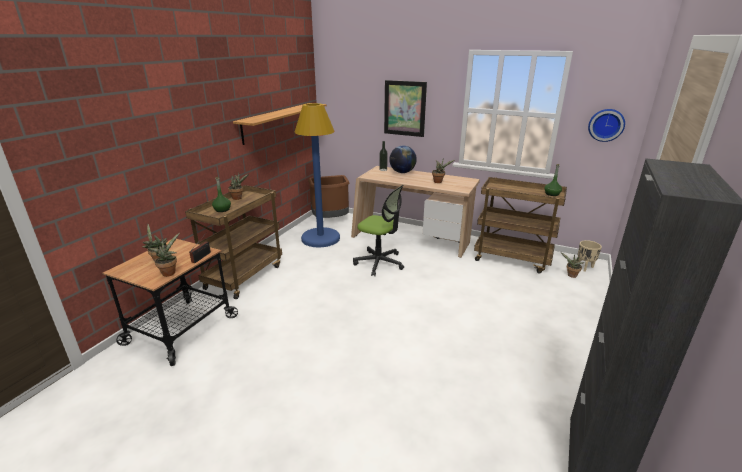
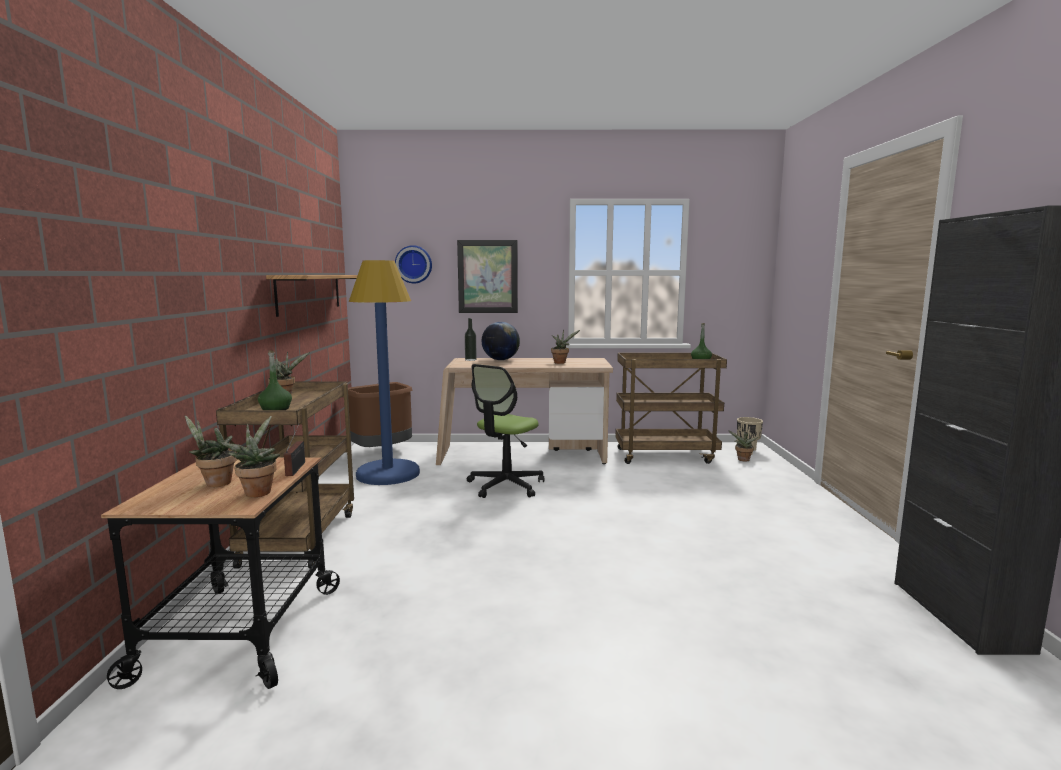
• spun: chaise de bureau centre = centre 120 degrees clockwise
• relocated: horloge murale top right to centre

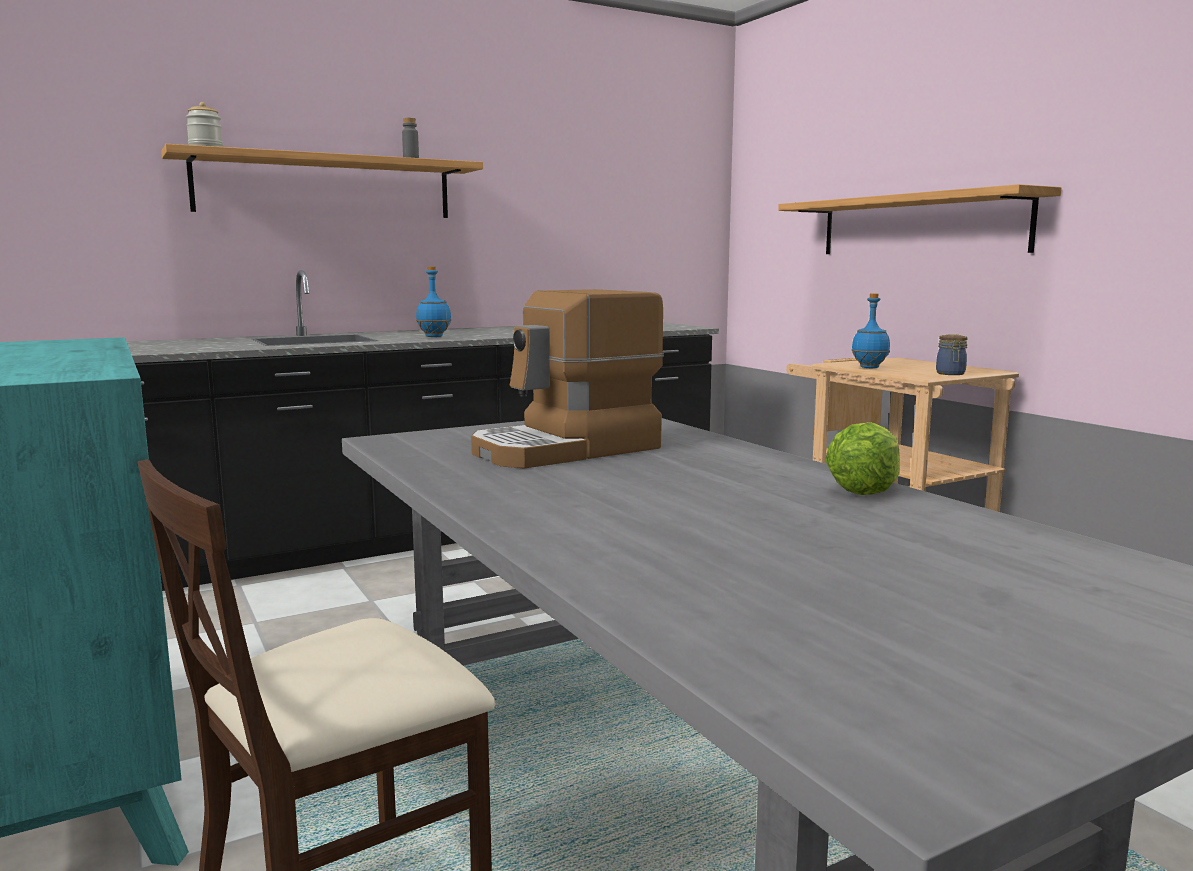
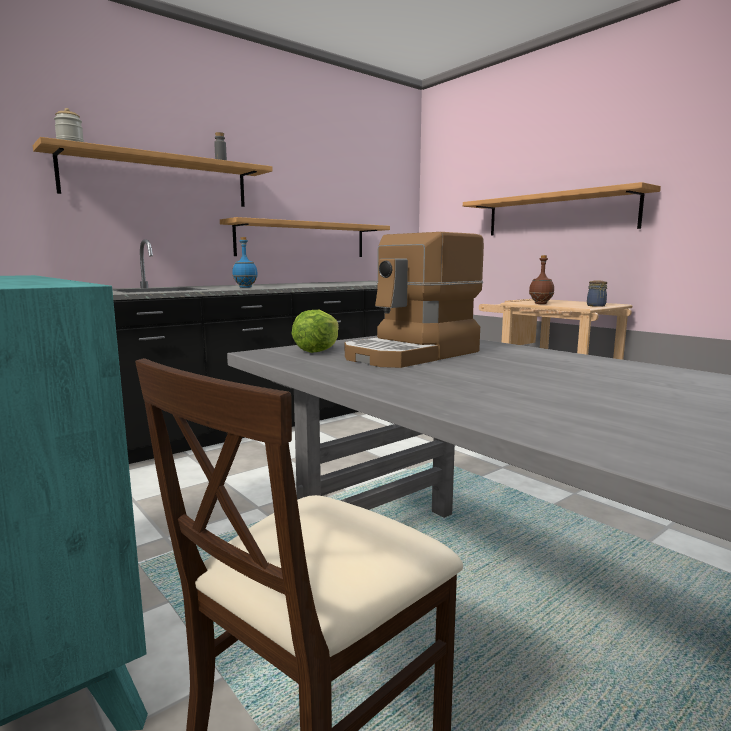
• relocated: laitue middle right to centre
• colour: bouteille/bleu (no. 2 from left) middle right to bouteille/marron middle right
• appeared: étagère (no. 2 from left) top centre

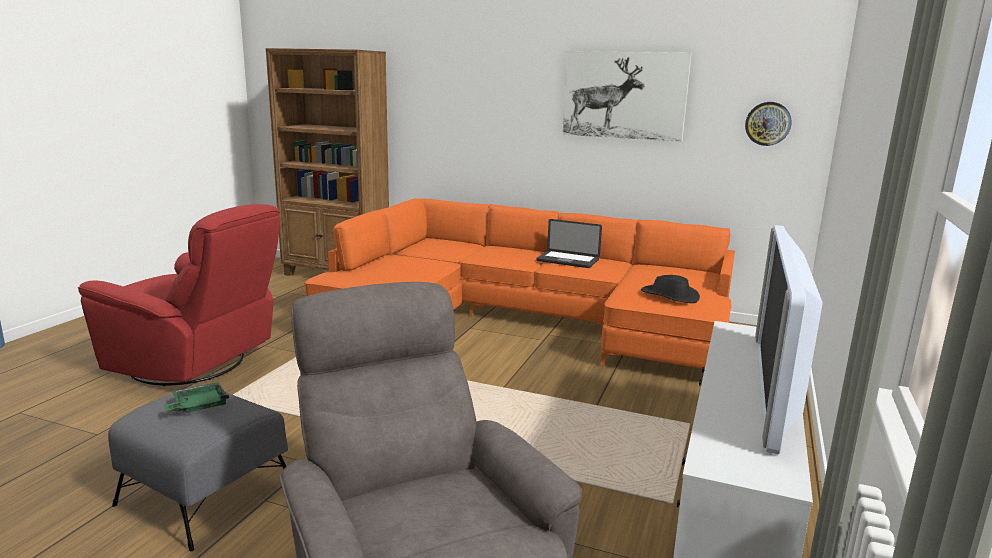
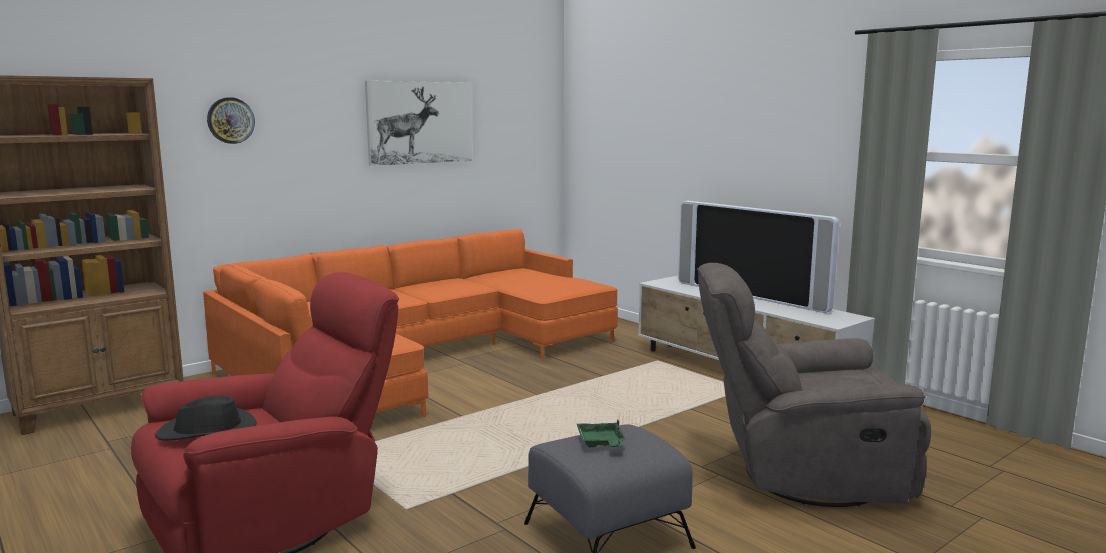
• missing: ordinateur portable centre
• relocated: chapeau/noir middle right to bottom left
• relocated: horloge murale top right to top left

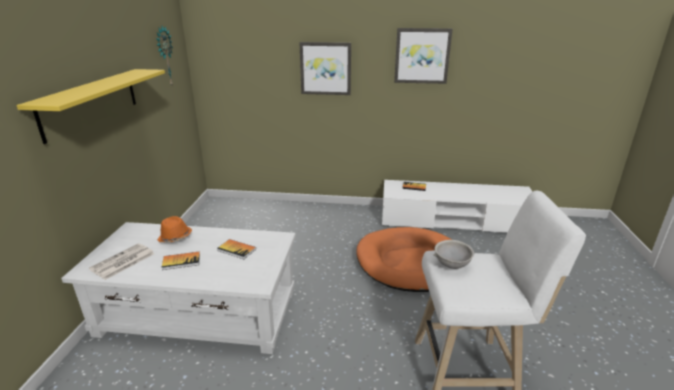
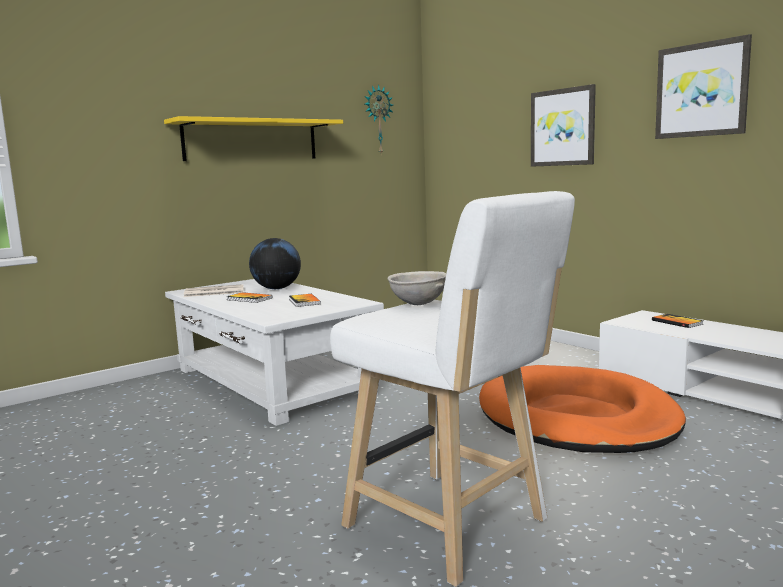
• exchanged: chapeau/orange middle left to globe centre

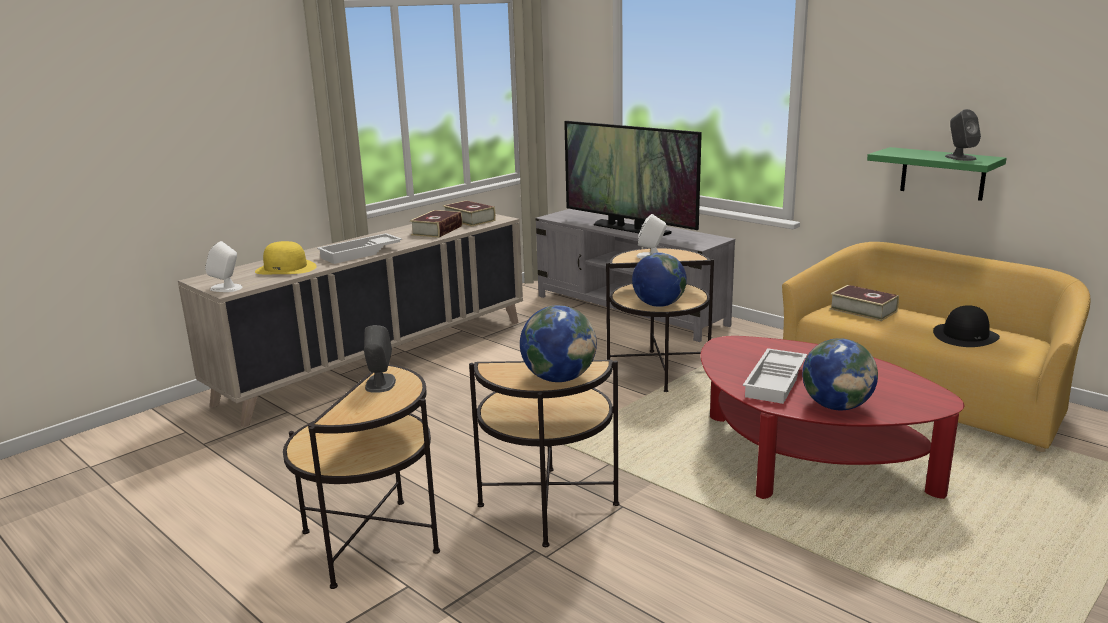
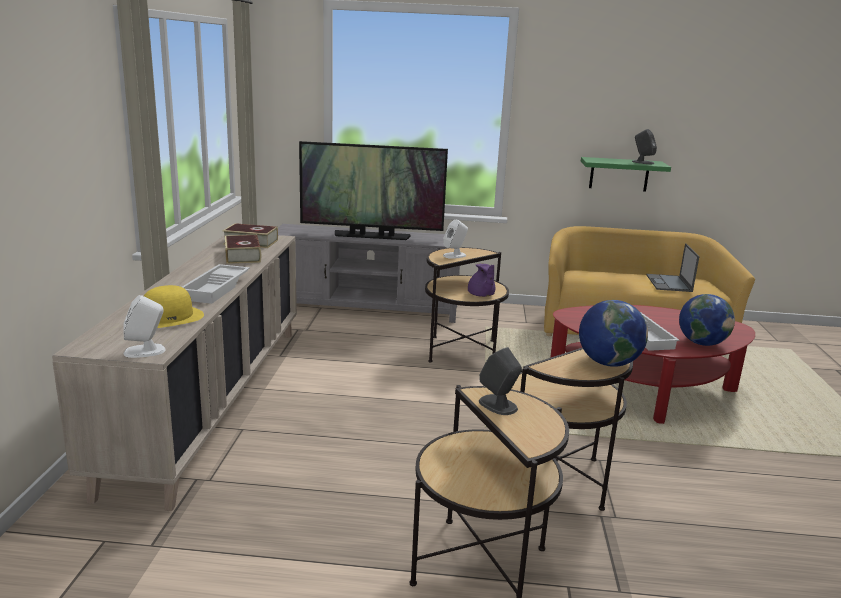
• exchanged: globe (no. 2 from left) centre to théière/violet centre
• missing: livre (no. 3 from left) middle right
• exchanged: chapeau/noir middle right to ordinateur portable middle right

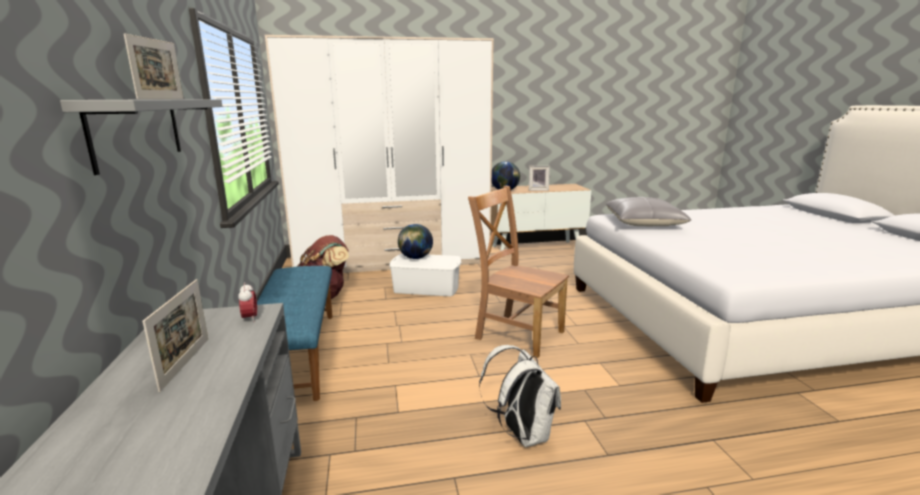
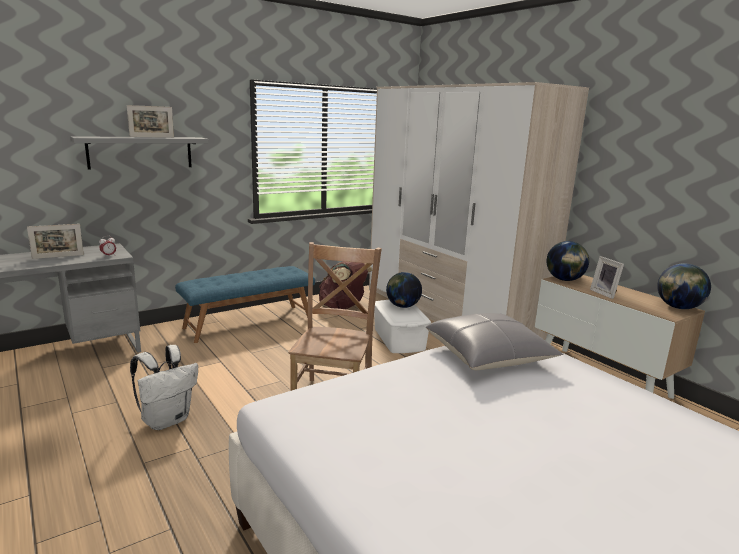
• appeared: globe (no. 3 from left) middle right

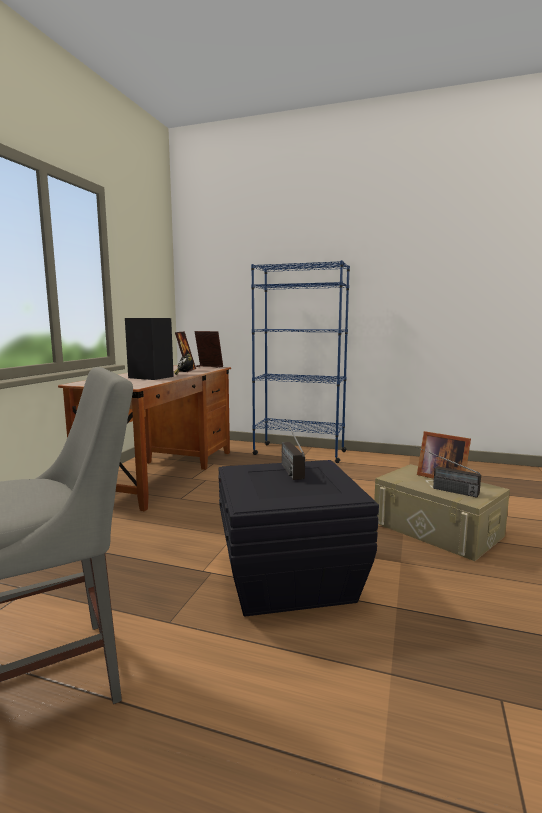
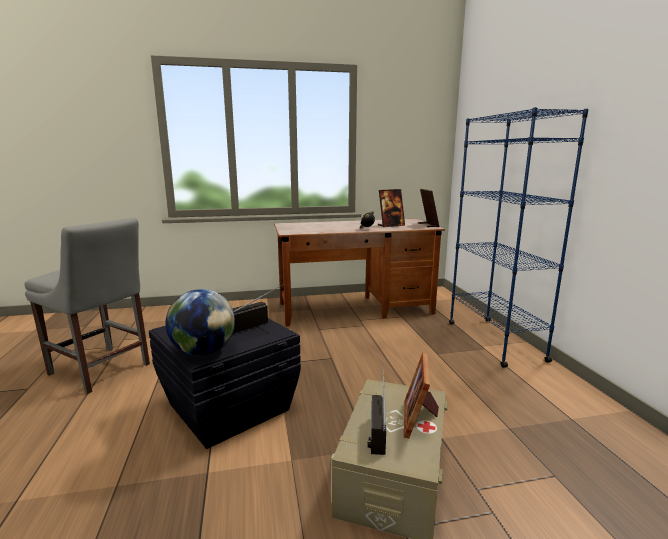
• missing: enceinte/noir middle left
• appeared: globe middle left

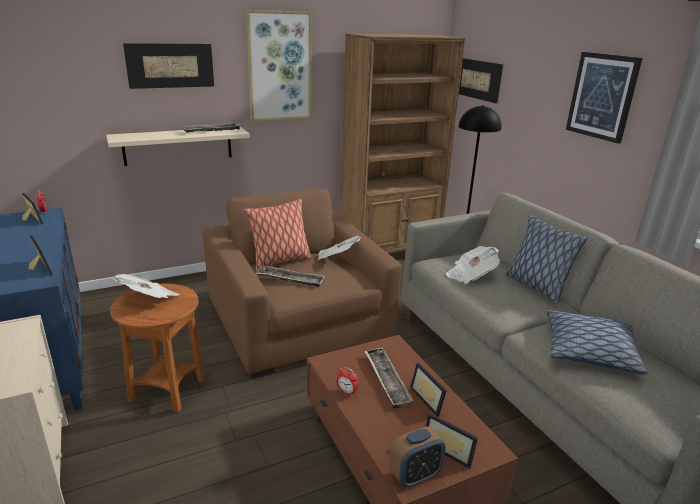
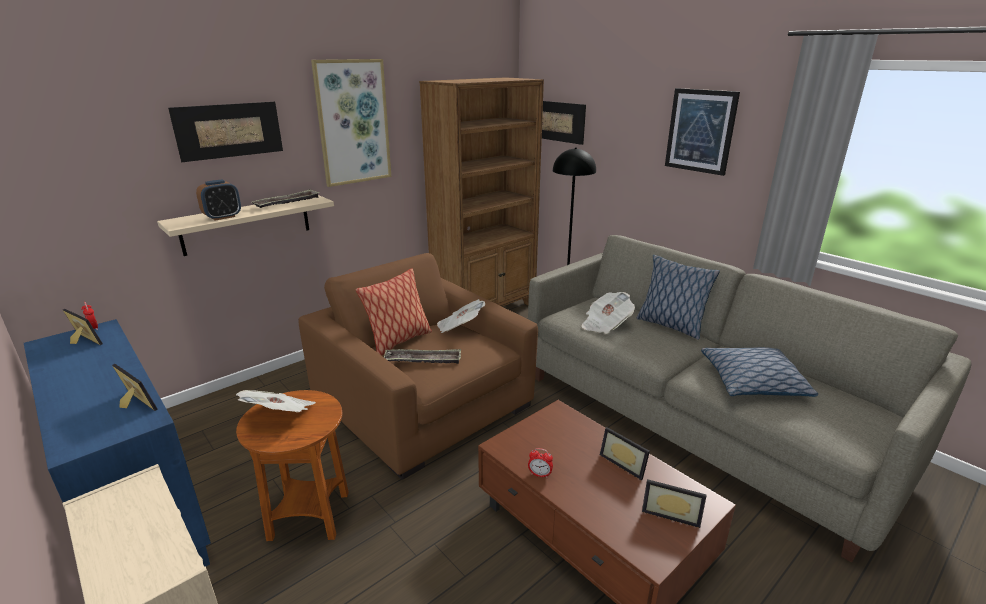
• missing: plateau (no. 3 from left) bottom centre
• relocated: réveil (no. 3 from left in the first image) bottom centre to réveil (no. 2 from left) top left

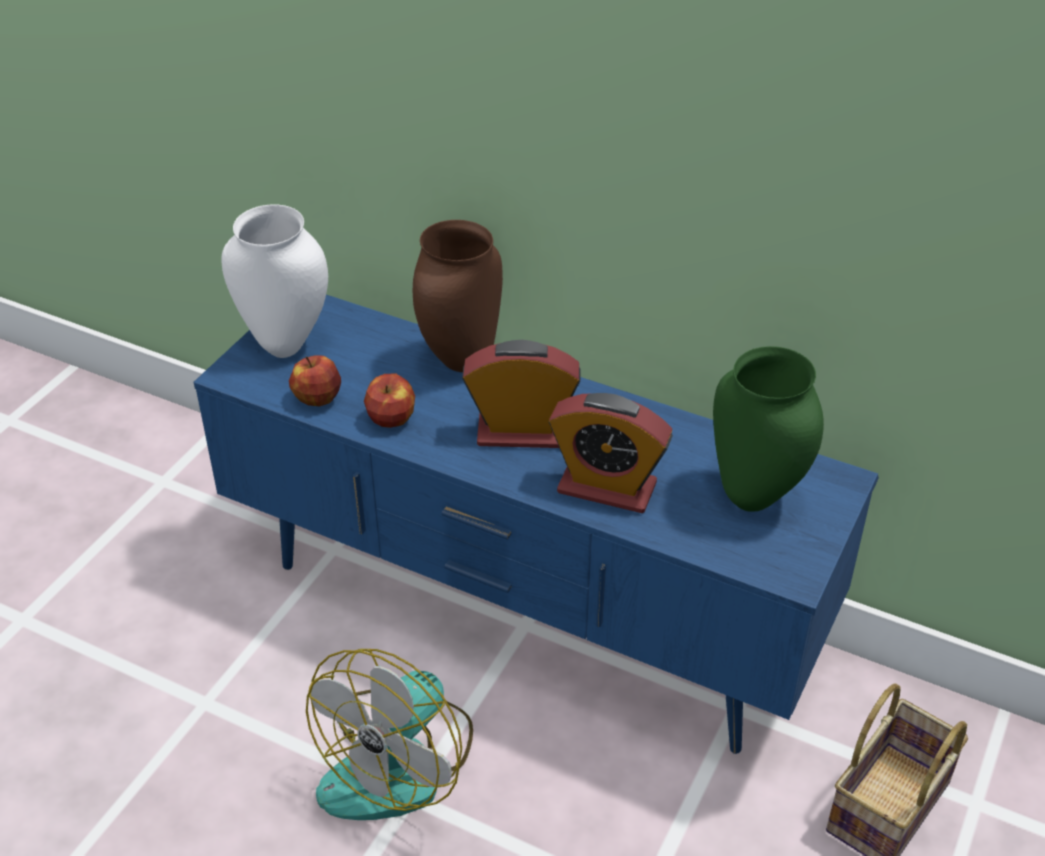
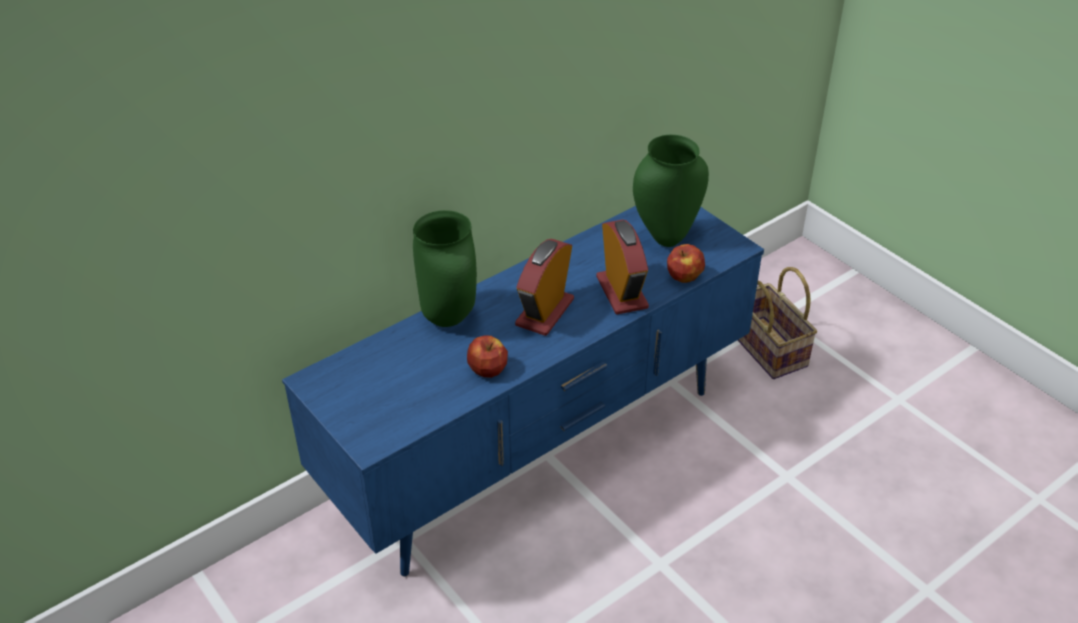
• missing: vase/blanc top left
• relocated: pomme (no. 1 from left in the first image) middle left to pomme (no. 2 from left) centre
• missing: ventilateur bottom centre
• colour: vase/marron centre to vase/vert (no. 1 from left) centre
• spun: réveil (no. 2 from left) centre = centre 60 degrees counterclockwise

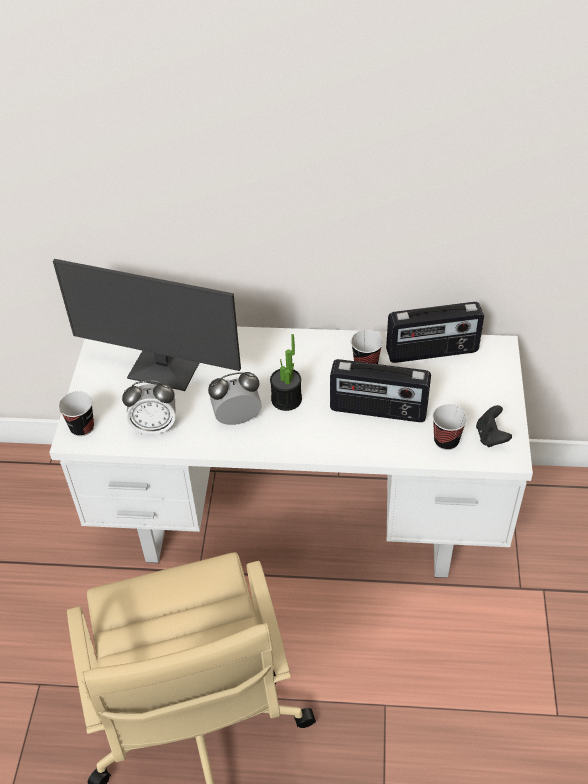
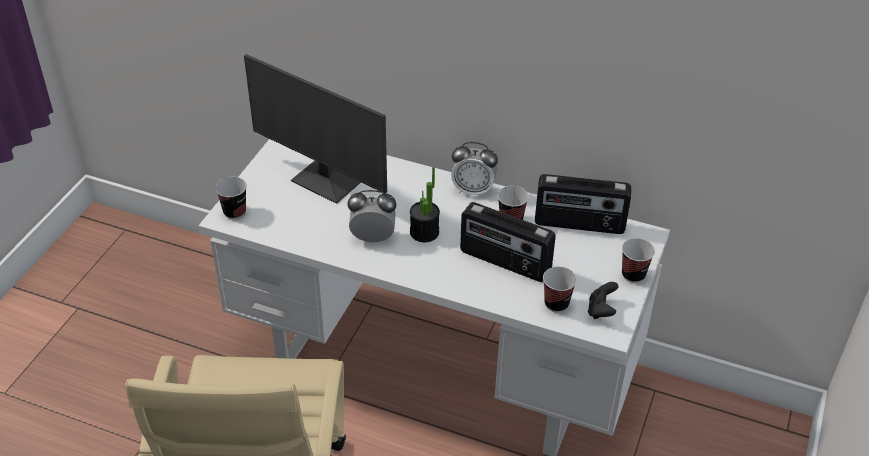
• relocated: réveil (no. 1 from left in the first image) middle left to réveil (no. 2 from left) centre
• appeared: tasse (no. 4 from left) middle right

